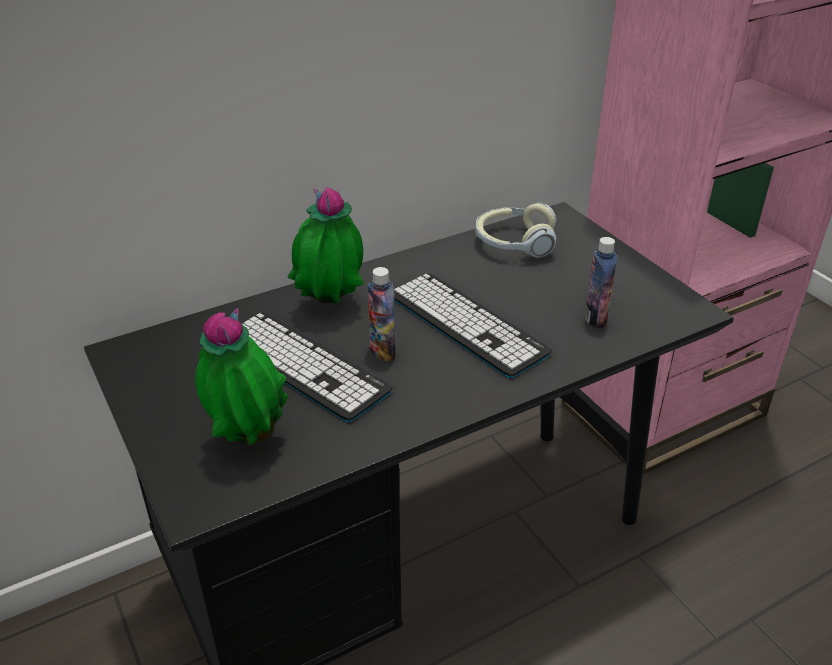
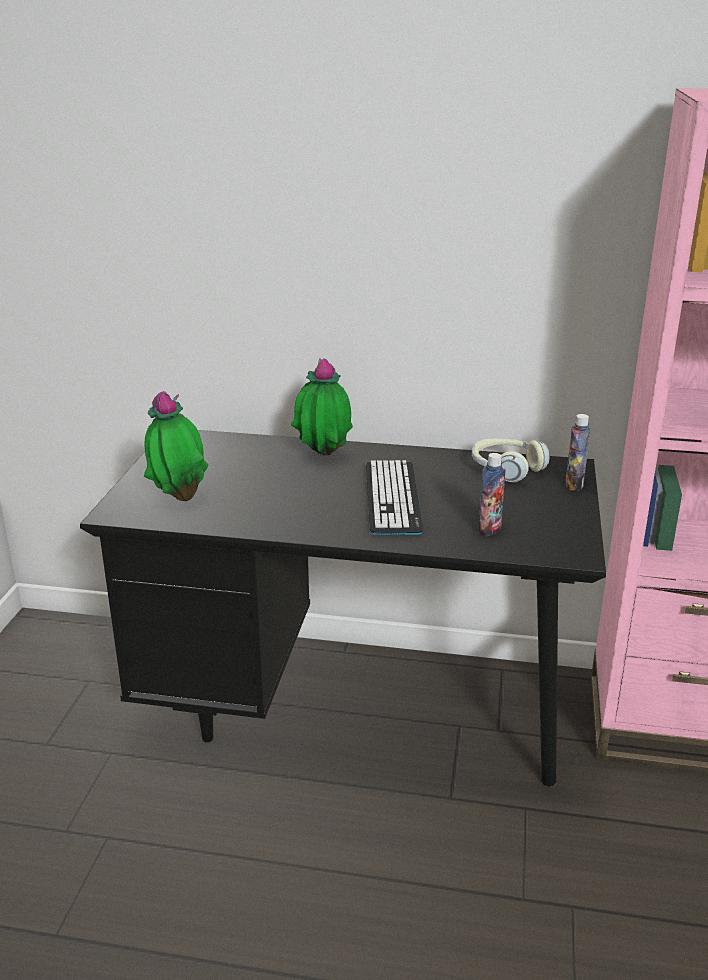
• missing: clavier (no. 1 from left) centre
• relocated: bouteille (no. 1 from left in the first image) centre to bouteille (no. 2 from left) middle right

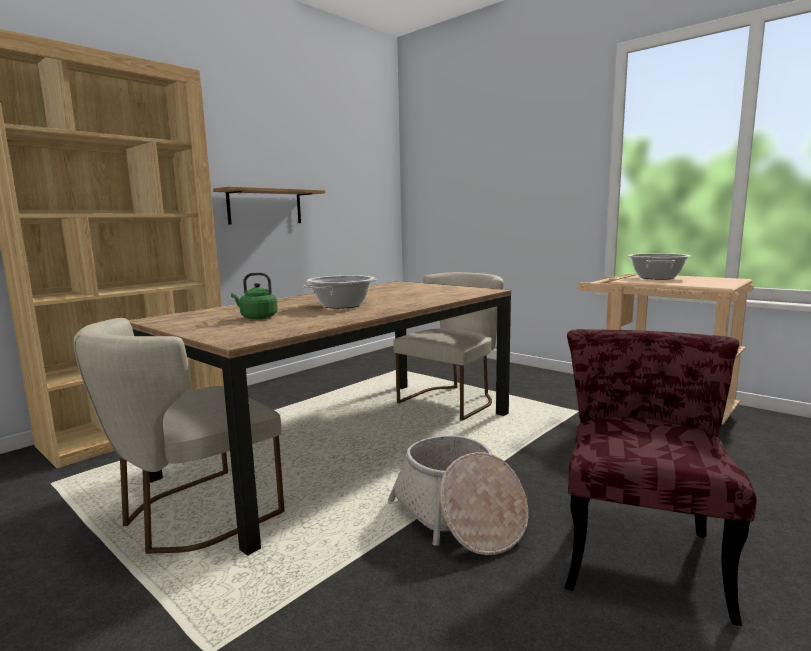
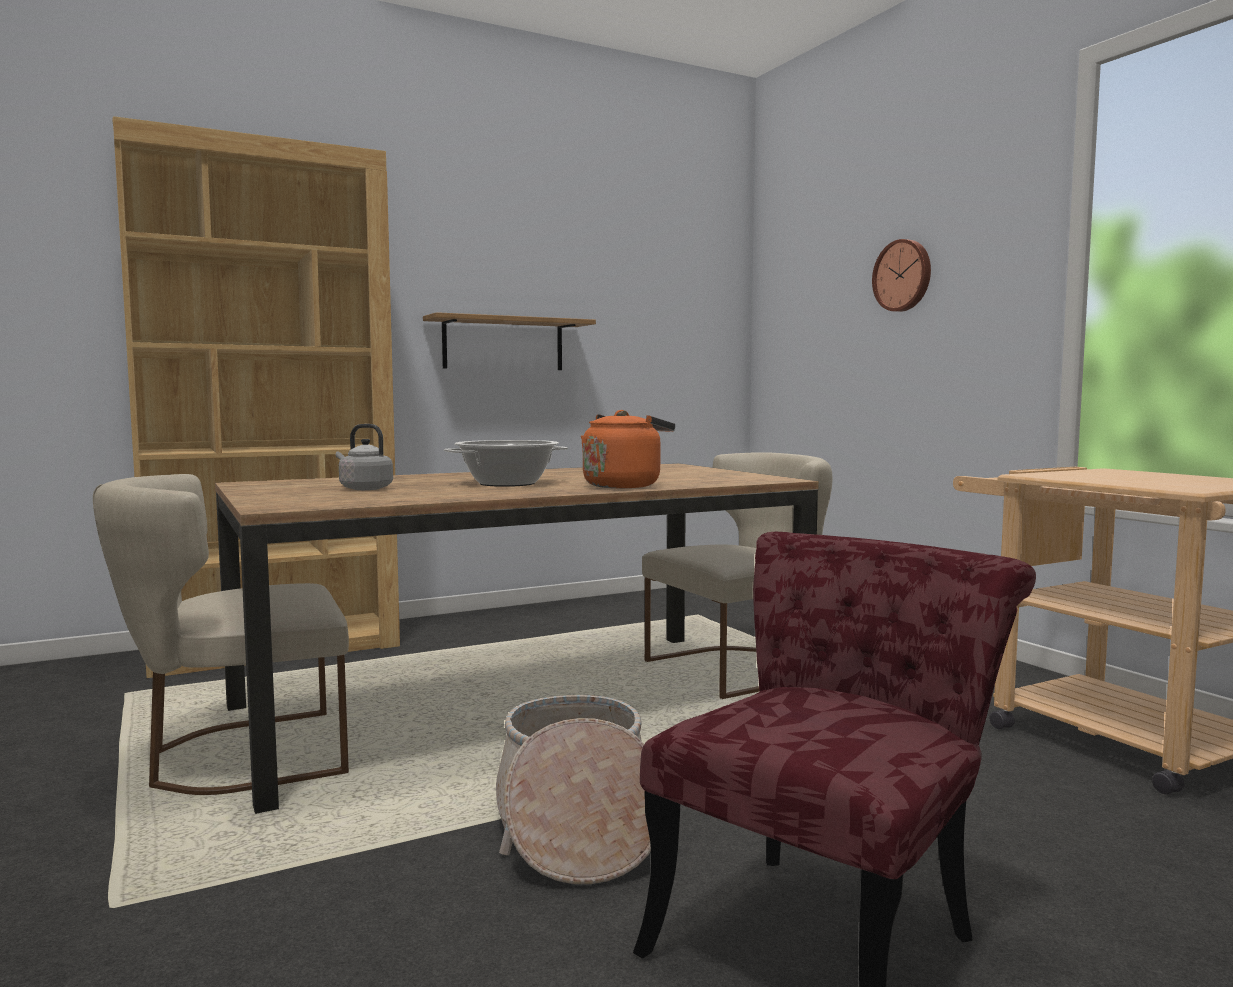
• colour: bouilloire/vert middle left to bouilloire/gris middle left
• missing: marmite (no. 2 from left) middle right
• appeared: bouilloire/orange centre
• appeared: horloge murale top right

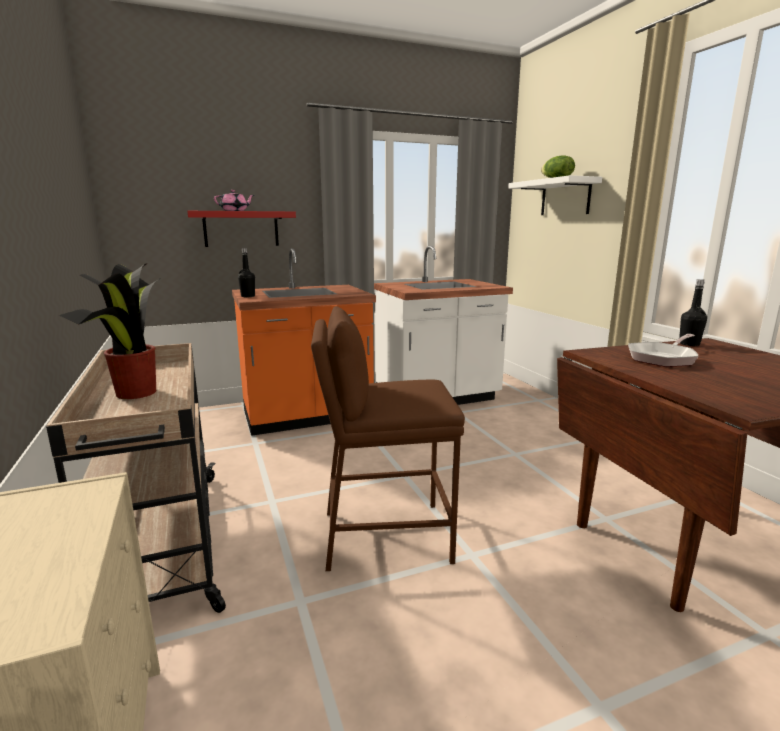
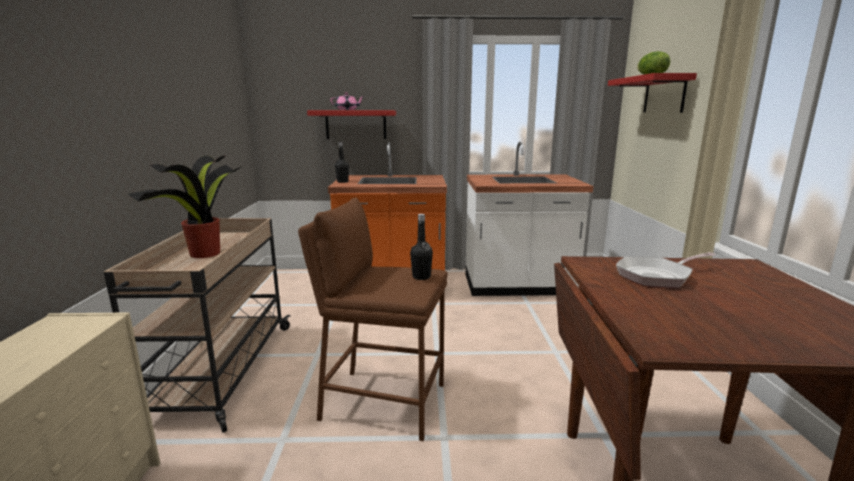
• colour: étagère/blanc top right to étagère/rouge (no. 2 from left) top right
• relocated: bouteille/noir (no. 2 from left) middle right to centre

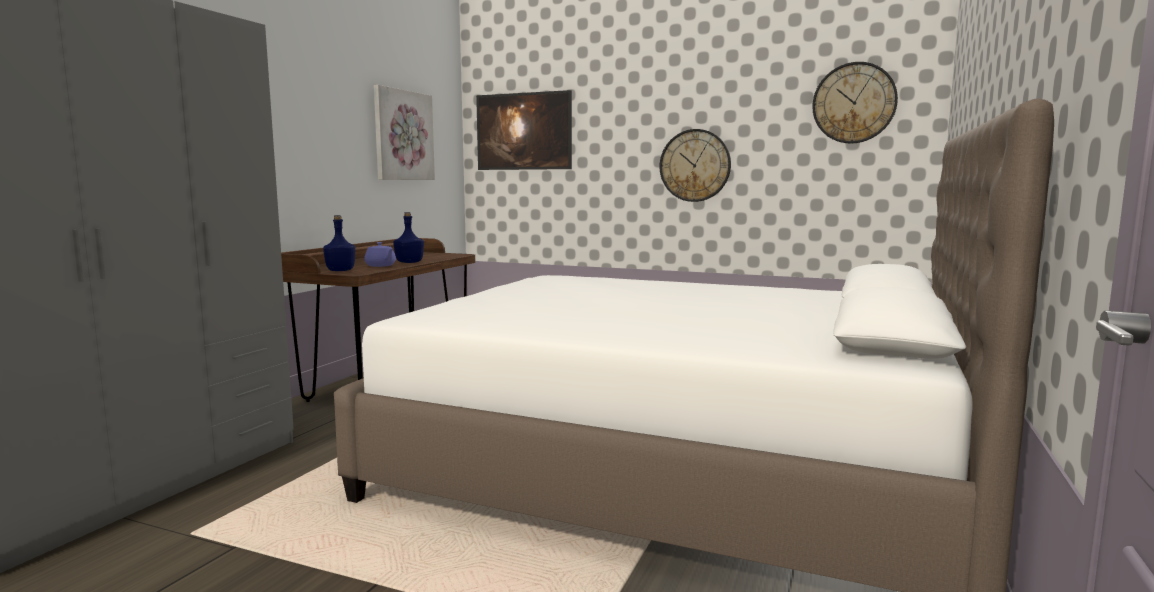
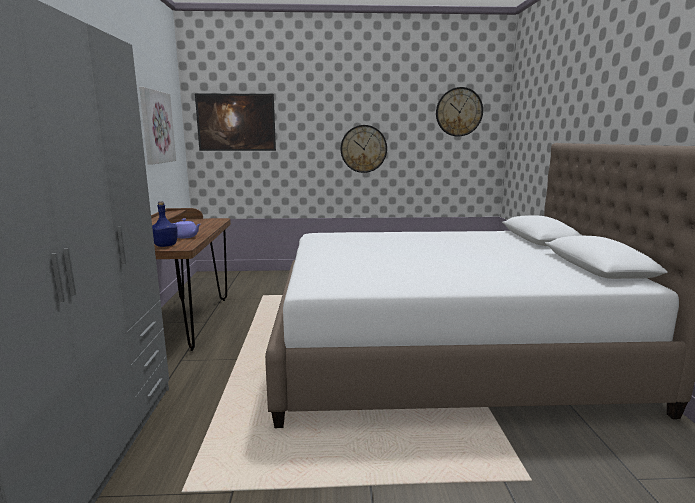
• missing: bouteille/bleu (no. 2 from left) centre

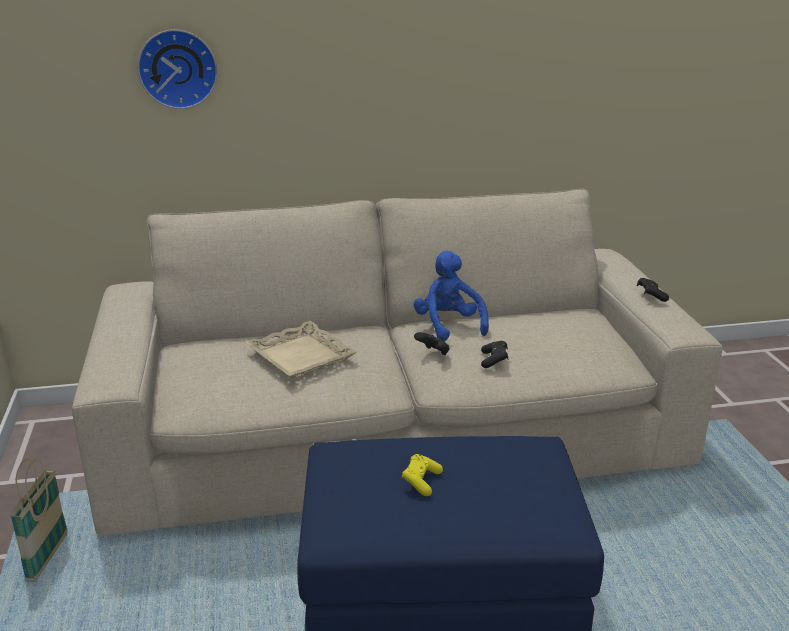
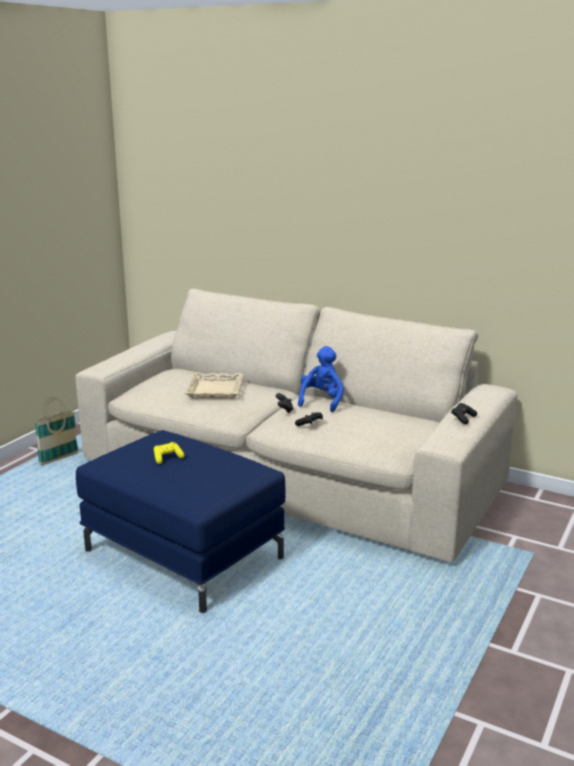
• missing: horloge murale top left

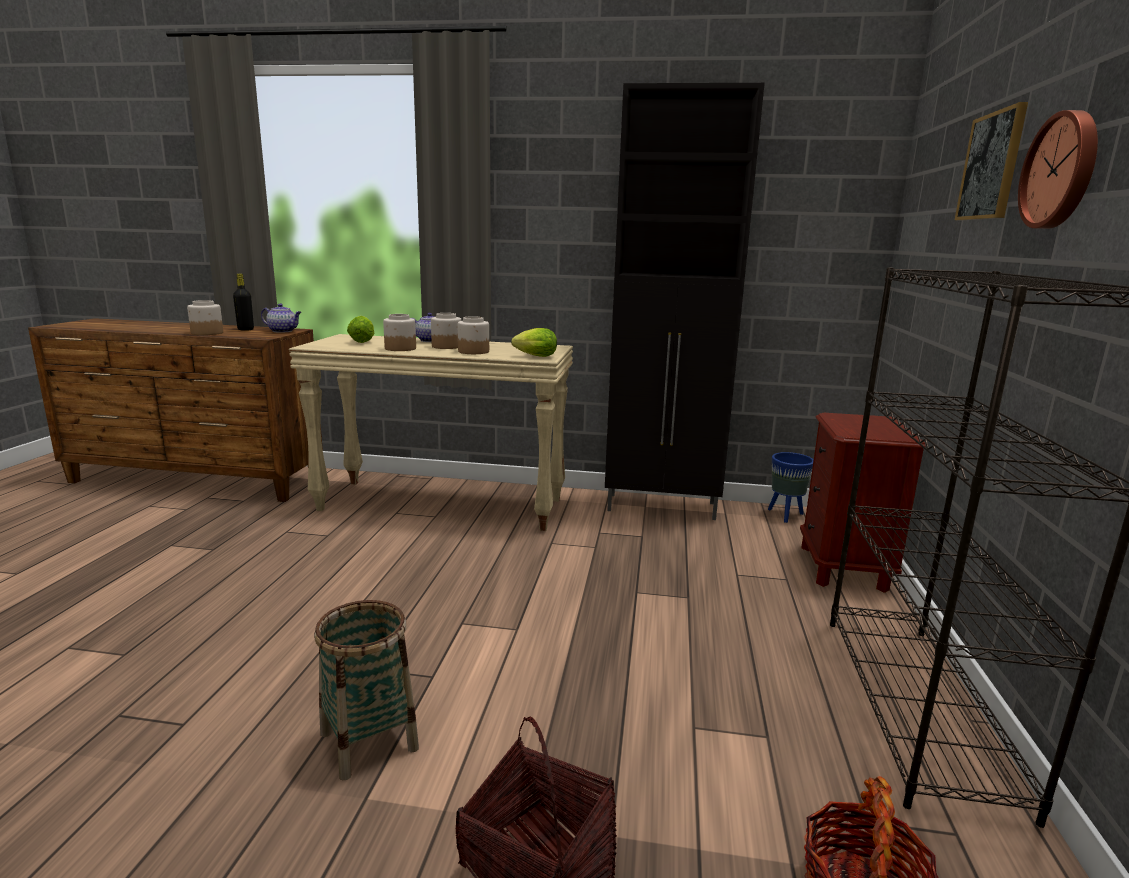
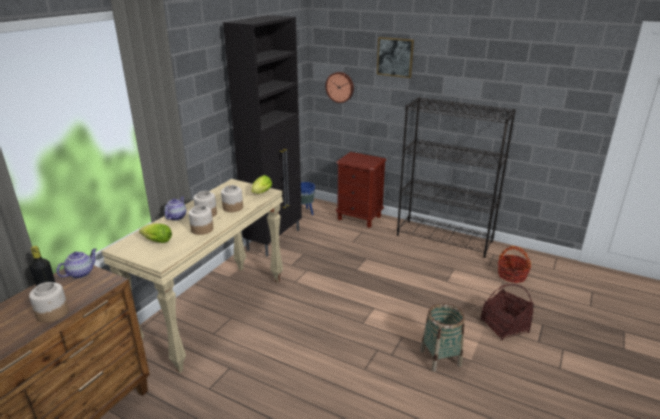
• relocated: horloge murale top right to top centre

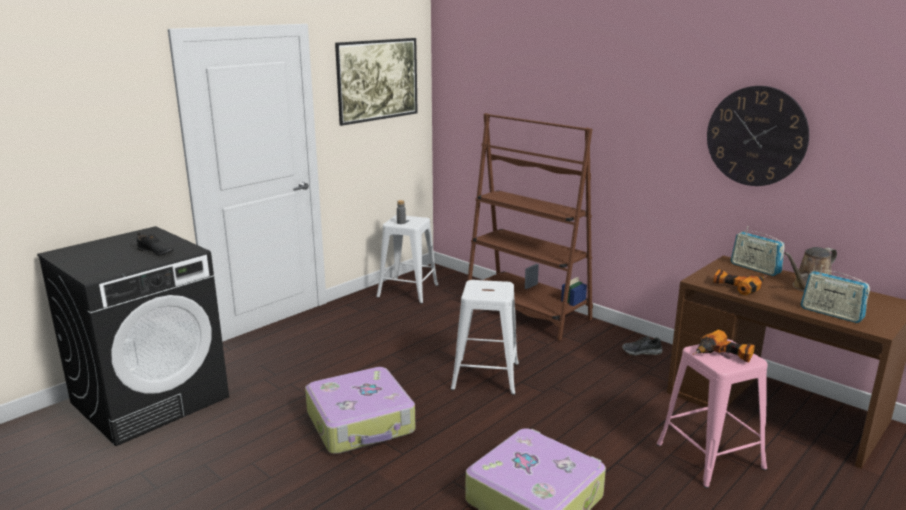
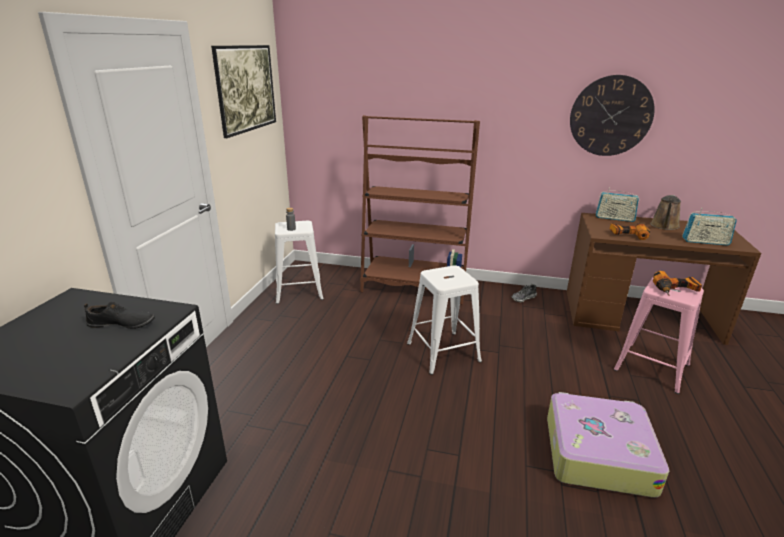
• missing: valise (no. 1 from left) bottom centre

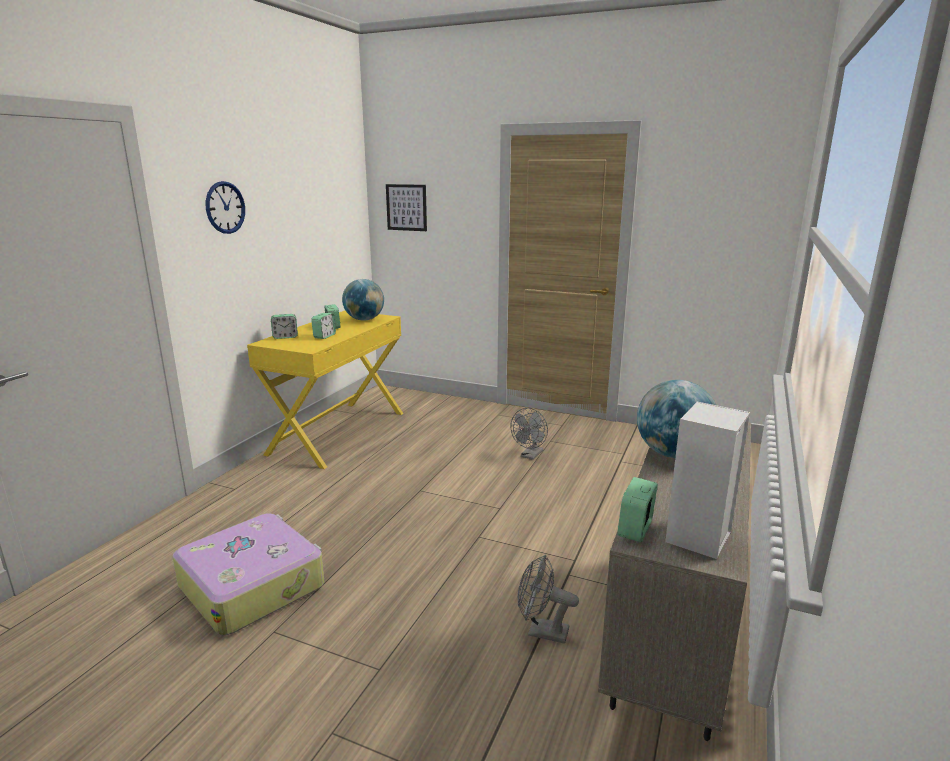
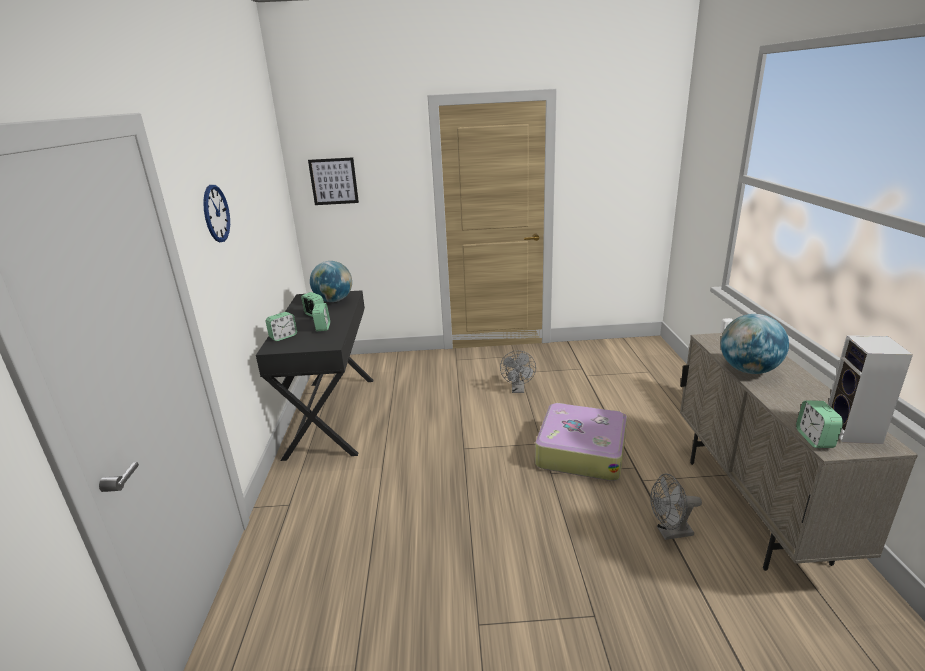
• relocated: valise bottom left to centre
• colour: bureau/jaune centre to bureau/noir centre

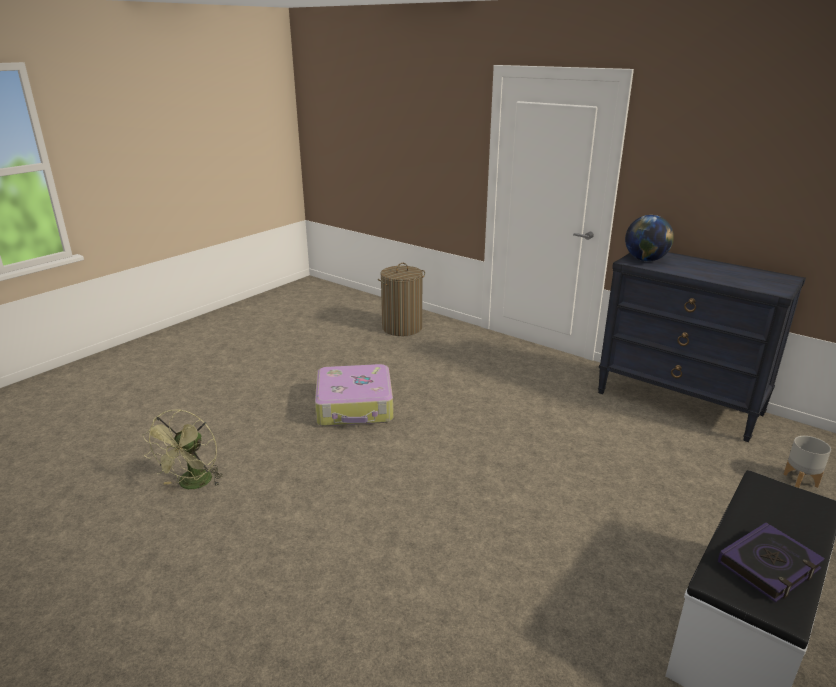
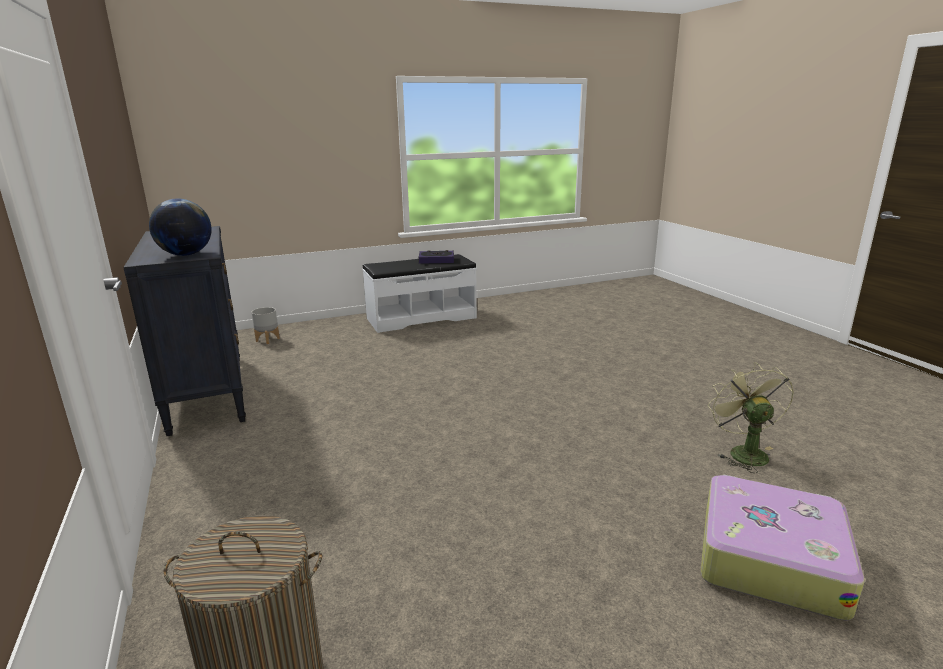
• spun: ventilateur/vert middle left = middle right 45 degrees counterclockwise
• relocated: valise centre to bottom right

